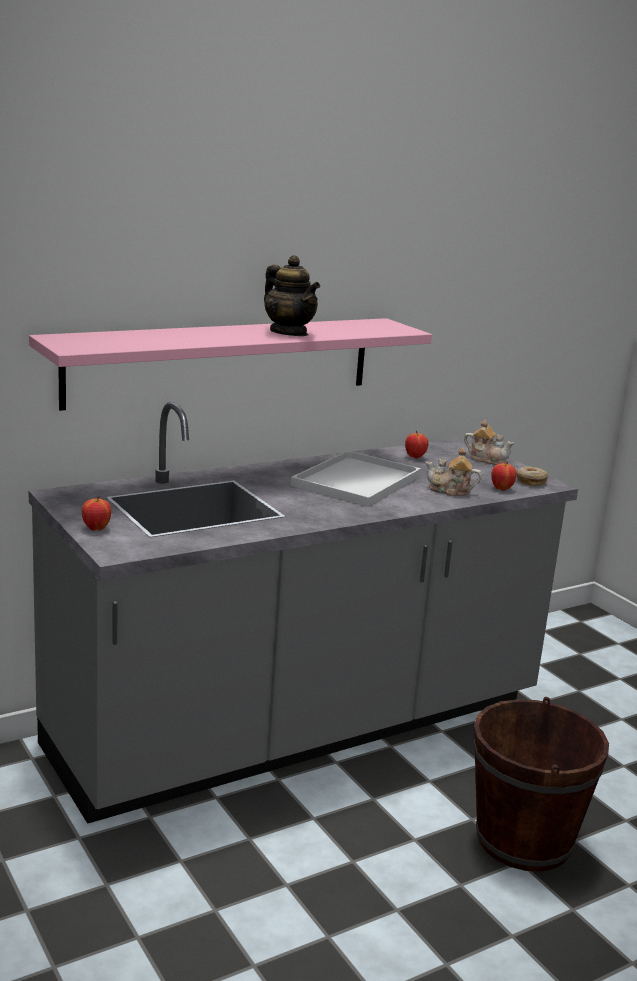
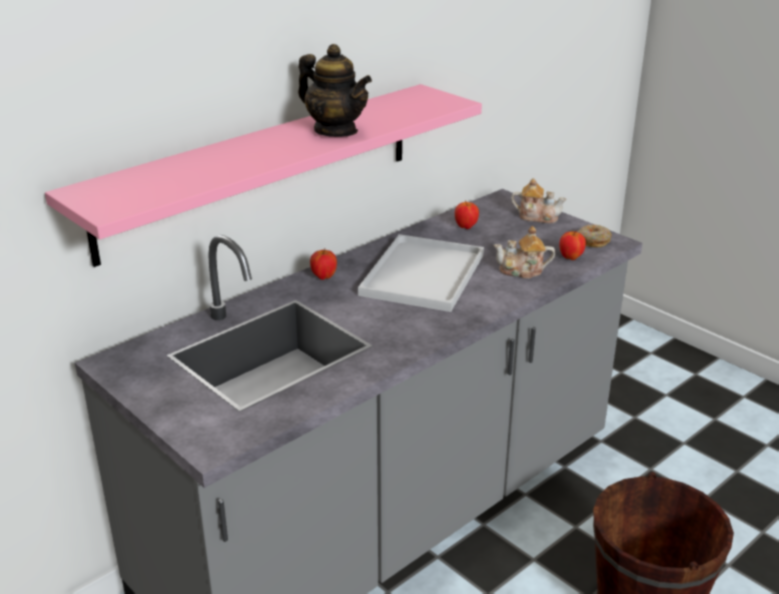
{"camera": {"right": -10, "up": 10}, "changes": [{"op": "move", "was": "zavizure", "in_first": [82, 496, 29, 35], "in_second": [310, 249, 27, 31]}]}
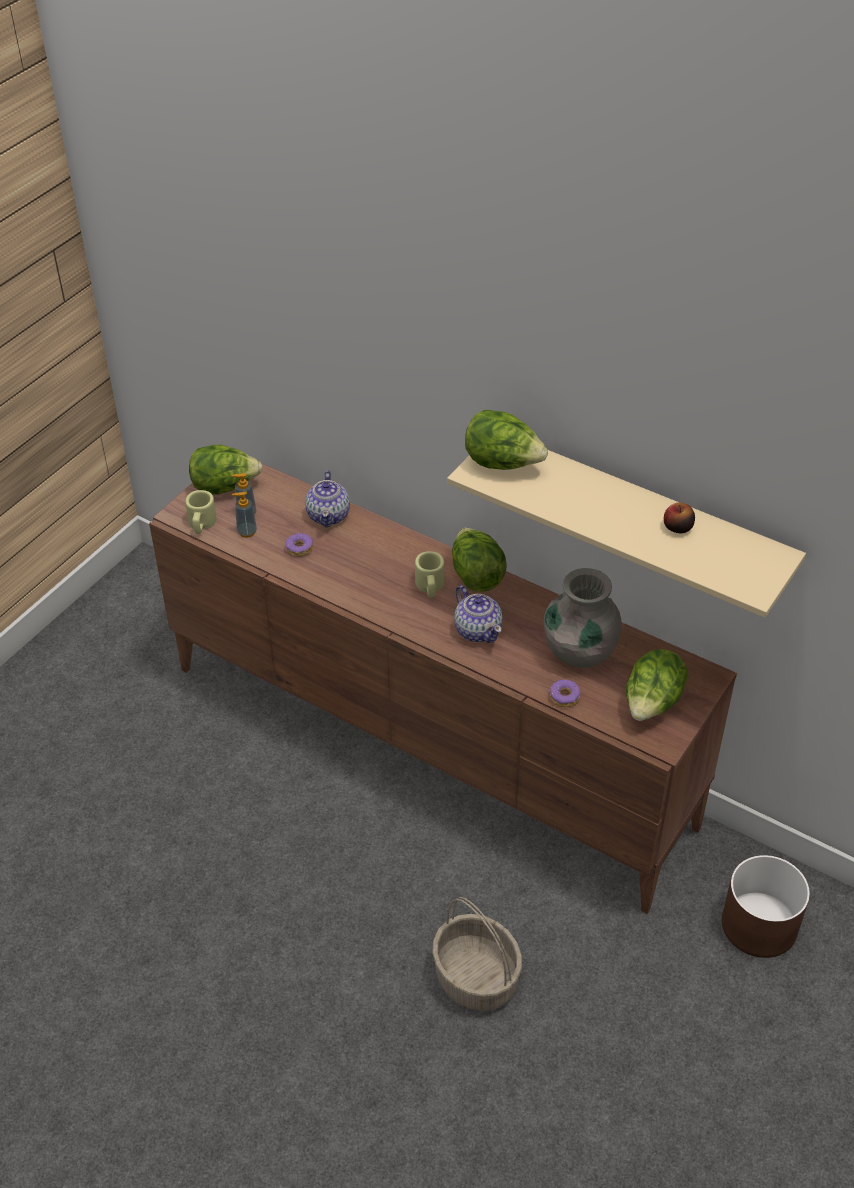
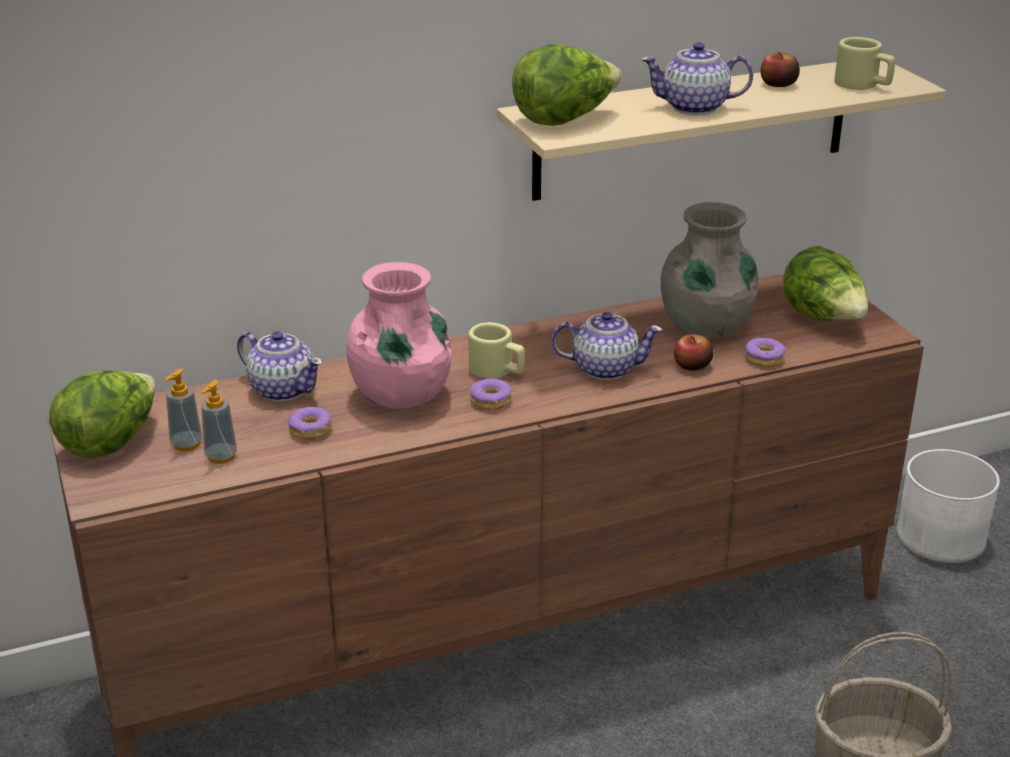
{"camera": {"right": -55, "up": -15}, "changes": [{"op": "delete", "was": "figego", "in_first": [452, 528, 55, 64]}, {"op": "insert", "now": "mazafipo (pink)", "in_second": [346, 262, 105, 147]}, {"op": "insert", "now": "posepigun", "in_second": [470, 379, 41, 31]}, {"op": "insert", "now": "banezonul", "in_second": [641, 42, 112, 73]}, {"op": "insert", "now": "zavizure", "in_second": [674, 334, 39, 37]}, {"op": "move", "was": "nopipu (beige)", "in_first": [185, 490, 32, 44], "in_second": [834, 37, 61, 53]}, {"op": "recolor", "was": "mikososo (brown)", "now": "mikososo (white)", "in_first": [722, 855, 88, 103], "in_second": [896, 449, 104, 114]}]}
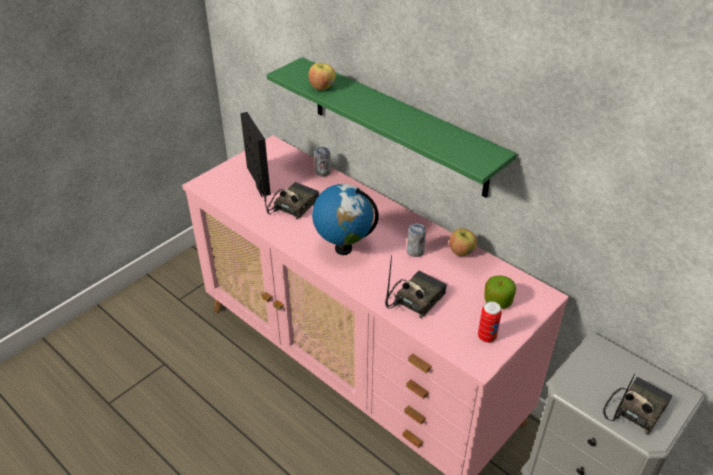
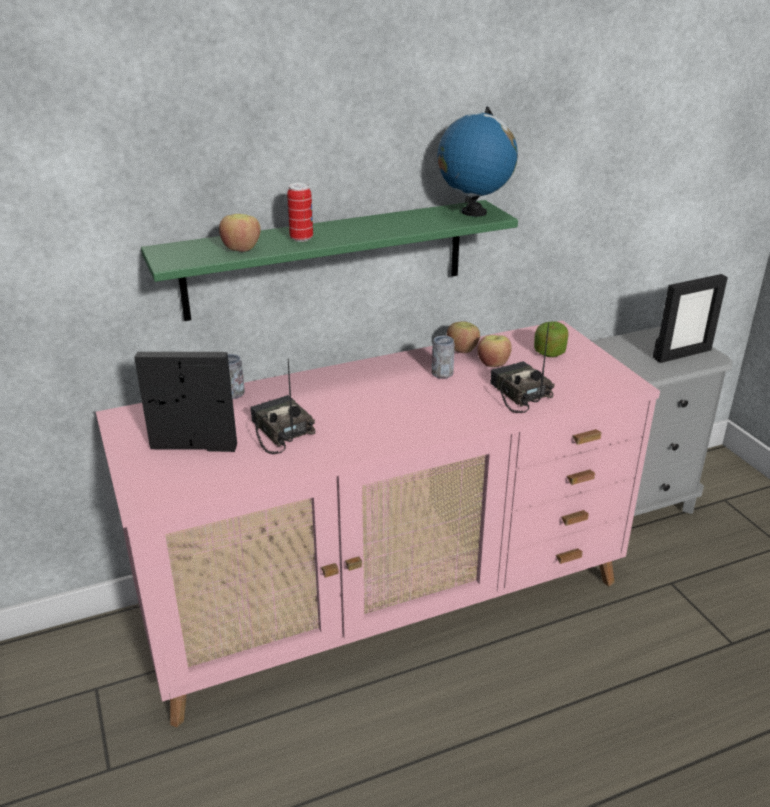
{"camera": {"right": -65, "up": -10}, "changes": [{"op": "insert", "now": "zavizure", "in_second": [477, 335, 35, 32]}, {"op": "move", "was": "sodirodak", "in_first": [312, 184, 67, 71], "in_second": [437, 107, 81, 110]}, {"op": "move", "was": "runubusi", "in_first": [478, 301, 24, 42], "in_second": [287, 183, 26, 59]}, {"op": "replace", "was": "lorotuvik", "now": "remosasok", "in_first": [603, 373, 69, 62], "in_second": [653, 274, 75, 89]}]}
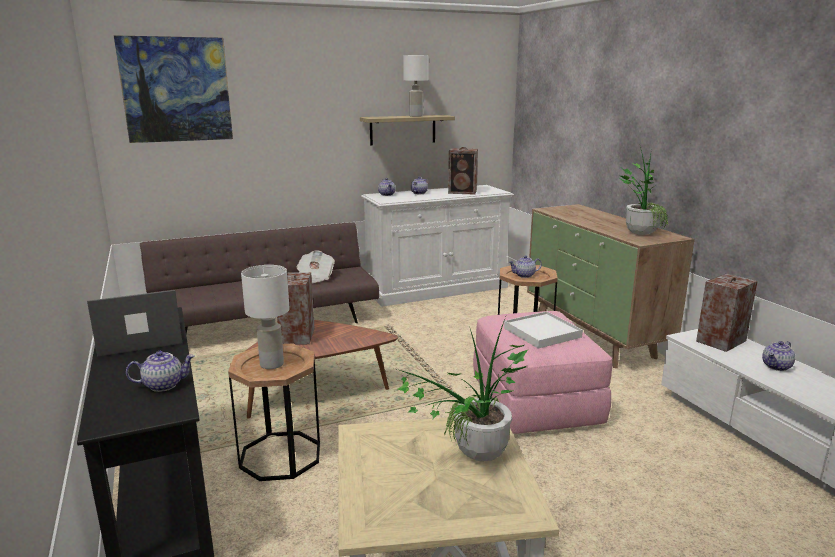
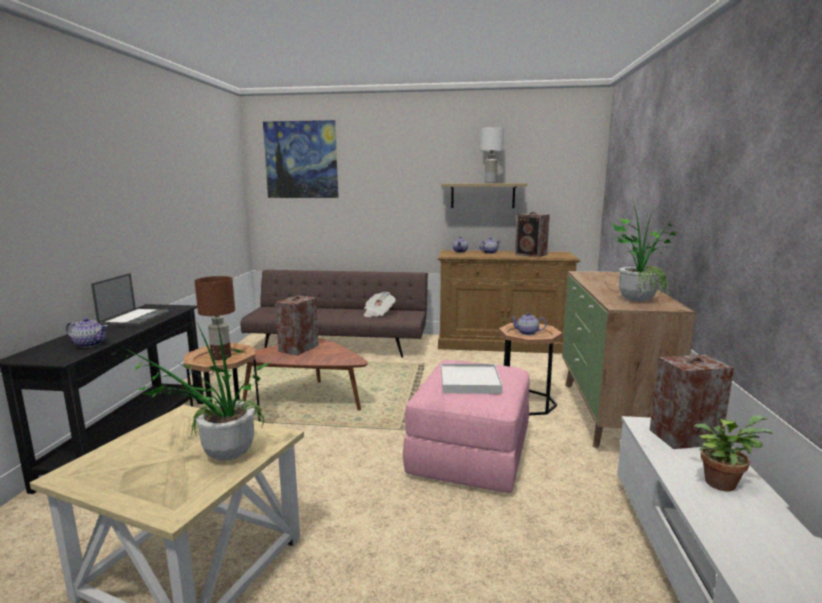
{"camera": {"right": 30, "up": -5}, "changes": [{"op": "replace", "was": "banezonul", "now": "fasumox", "in_first": [762, 341, 33, 30], "in_second": [694, 415, 79, 76]}, {"op": "recolor", "was": "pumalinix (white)", "now": "pumalinix (brown)", "in_first": [241, 265, 49, 104], "in_second": [195, 276, 40, 84]}, {"op": "recolor", "was": "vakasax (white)", "now": "vakasax (brown)", "in_first": [361, 185, 153, 122], "in_second": [438, 250, 143, 104]}, {"op": "rotate", "was": "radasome", "in_first": [87, 290, 96, 67], "in_second": [91, 273, 82, 54], "clockwise": 90}]}
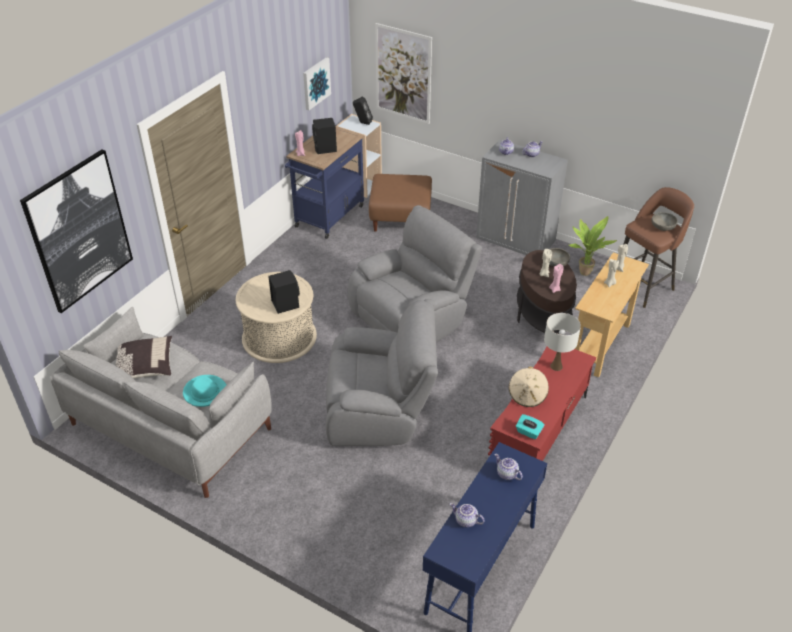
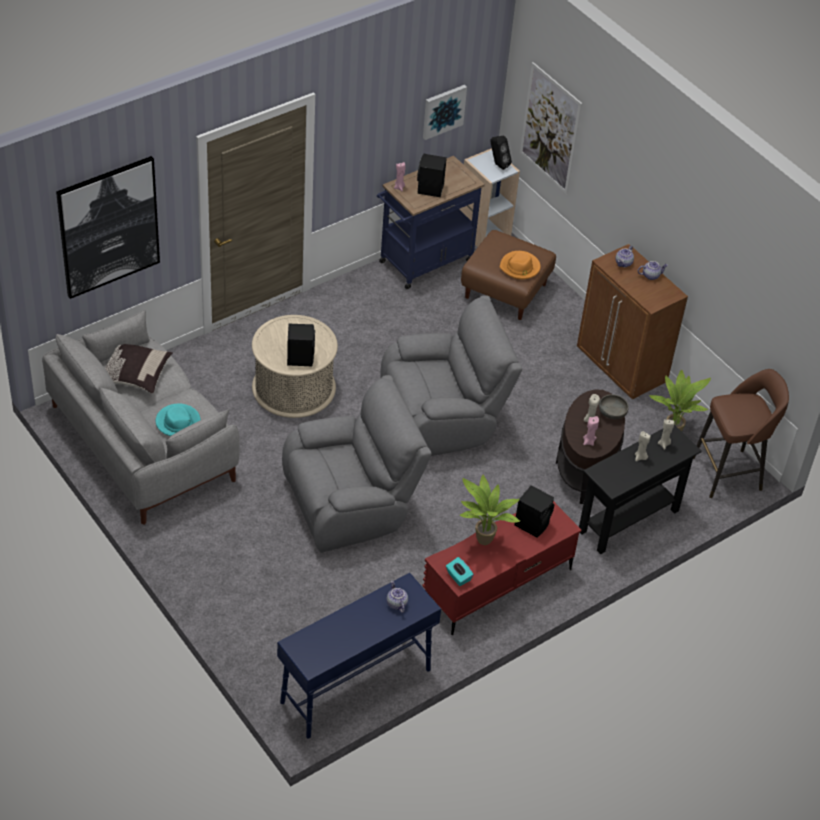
{"camera": {"right": 20, "up": 5}, "changes": [{"op": "delete", "was": "banezonul", "in_first": [450, 503, 35, 24]}, {"op": "delete", "was": "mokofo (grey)", "in_first": [651, 212, 27, 19]}, {"op": "insert", "now": "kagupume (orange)", "in_second": [500, 251, 41, 28]}, {"op": "replace", "was": "kagupume (beige)", "now": "fasumox", "in_first": [509, 366, 40, 41], "in_second": [460, 475, 60, 70]}, {"op": "replace", "was": "pumalinix (white)", "now": "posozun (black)", "in_first": [544, 313, 37, 58], "in_second": [514, 485, 40, 53]}, {"op": "recolor", "was": "vakasax (grey)", "now": "vakasax (brown)", "in_first": [476, 140, 92, 115], "in_second": [577, 244, 111, 155]}, {"op": "recolor", "was": "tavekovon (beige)", "now": "tavekovon (black)", "in_first": [575, 252, 74, 125], "in_second": [579, 425, 123, 129]}, {"op": "rotate", "was": "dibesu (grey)", "in_first": [326, 299, 112, 147], "in_second": [282, 375, 150, 178], "clockwise": -45}]}
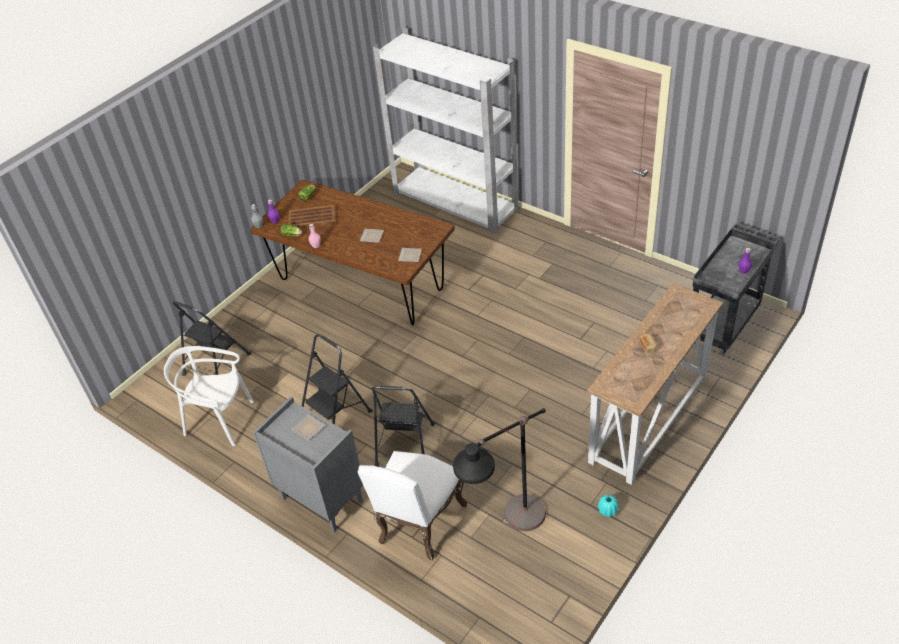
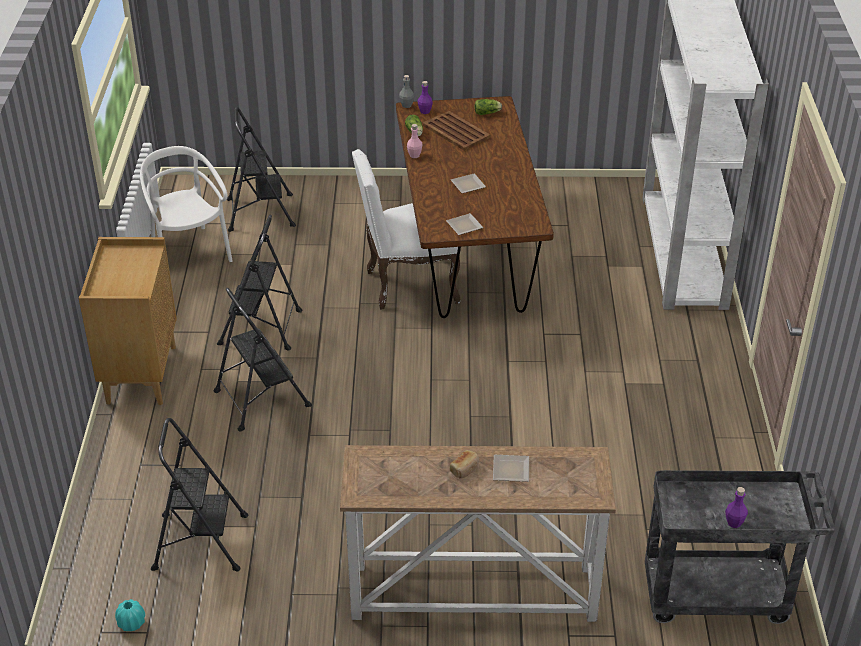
{"camera": {"right": 50, "up": -5}, "changes": [{"op": "move", "was": "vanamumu", "in_first": [291, 414, 34, 27], "in_second": [493, 455, 36, 27]}, {"op": "move", "was": "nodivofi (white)", "in_first": [357, 451, 110, 109], "in_second": [352, 149, 108, 161]}, {"op": "move", "was": "mazafipo (turquoise)", "in_first": [598, 495, 20, 22], "in_second": [115, 599, 30, 32]}, {"op": "replace", "was": "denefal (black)", "now": "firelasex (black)", "in_first": [453, 408, 93, 123], "in_second": [151, 418, 97, 153]}, {"op": "recolor", "was": "vakasax (grey)", "now": "vakasax (brown)", "in_first": [253, 396, 110, 137], "in_second": [79, 237, 98, 168]}]}
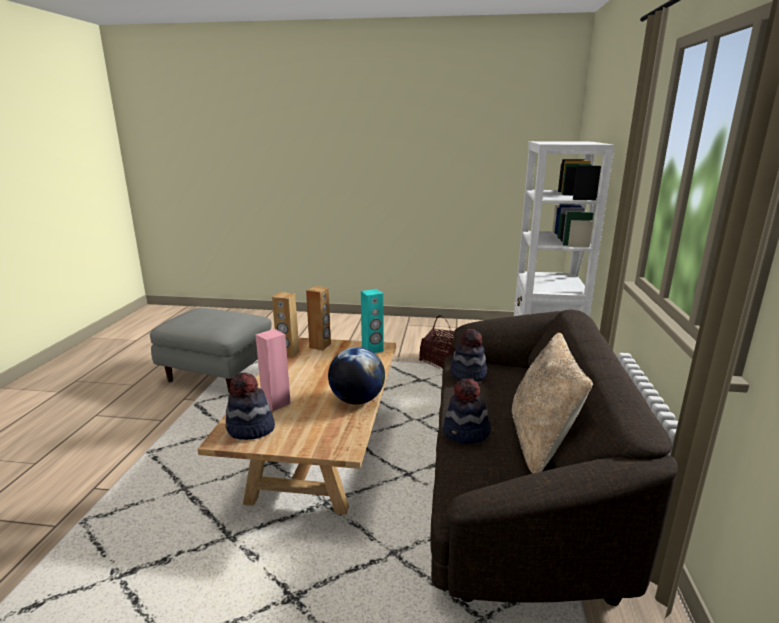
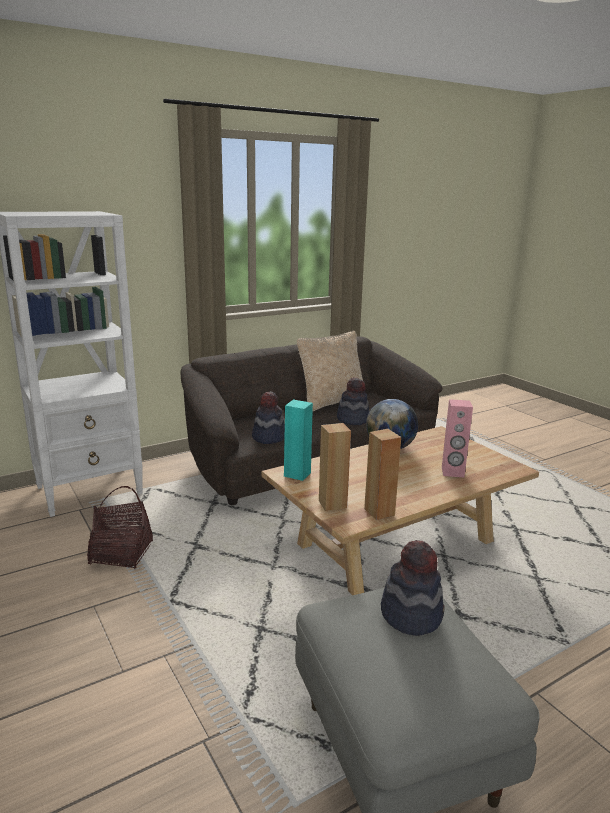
{"camera": {"right": -130, "up": 0}, "changes": [{"op": "move", "was": "kagupume", "in_first": [226, 373, 49, 67], "in_second": [381, 540, 63, 96]}]}
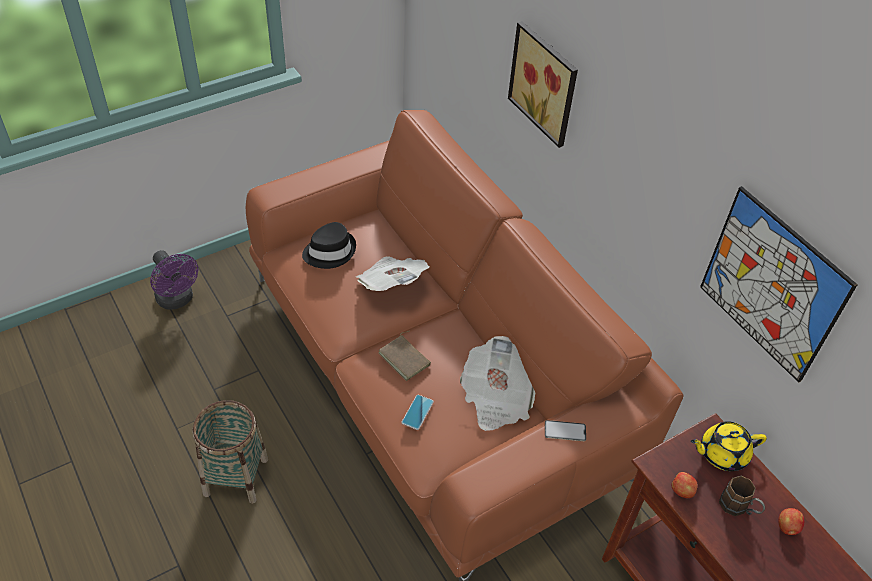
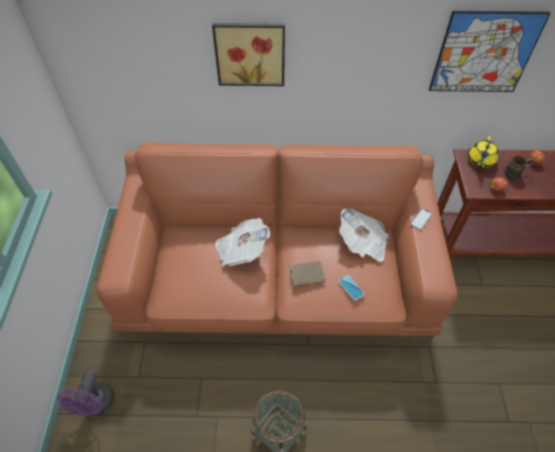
{"camera": {"right": -55, "up": 5}, "changes": [{"op": "delete", "was": "kagupume (black)", "in_first": [302, 222, 54, 47]}, {"op": "rotate", "was": "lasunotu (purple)", "in_first": [150, 250, 48, 60], "in_second": [57, 371, 57, 45], "clockwise": 105}]}
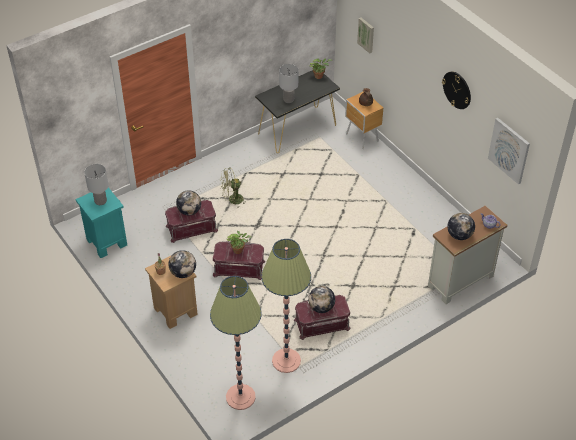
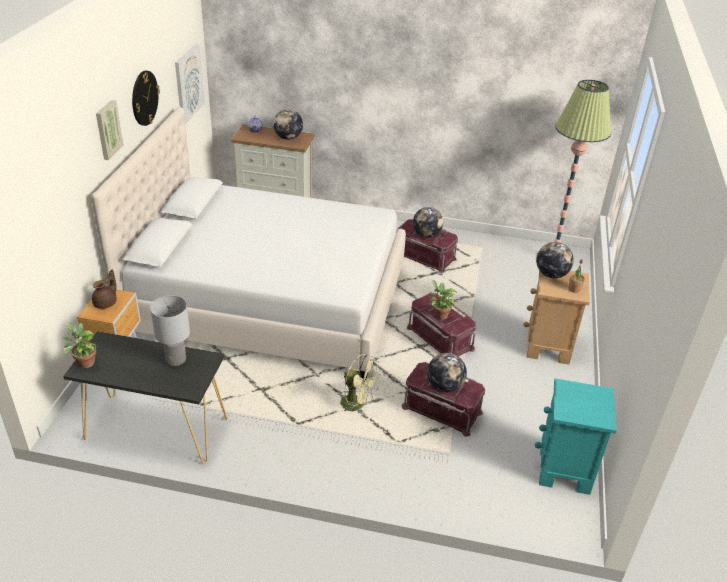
{"camera": {"right": -135, "up": -10}, "changes": [{"op": "delete", "was": "pumalinix (grey)", "in_first": [84, 164, 24, 41]}, {"op": "delete", "was": "denefal", "in_first": [261, 239, 50, 134]}, {"op": "insert", "now": "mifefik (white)", "in_second": [91, 107, 315, 273]}, {"op": "move", "was": "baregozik", "in_first": [357, 18, 17, 35], "in_second": [96, 100, 28, 60]}]}
